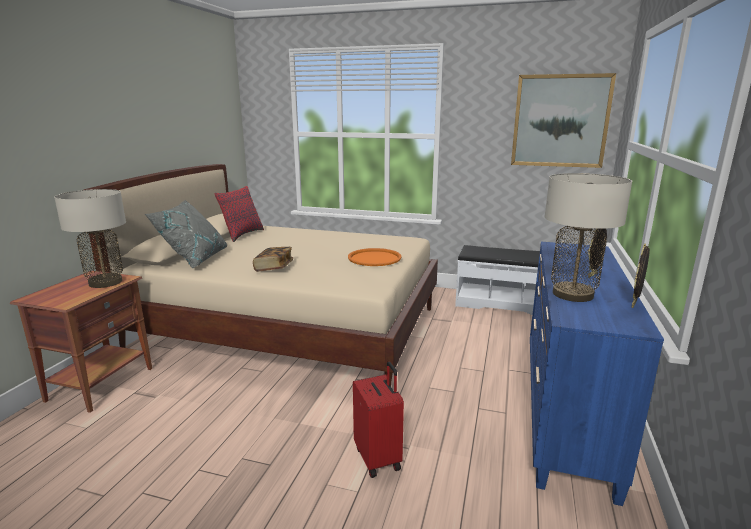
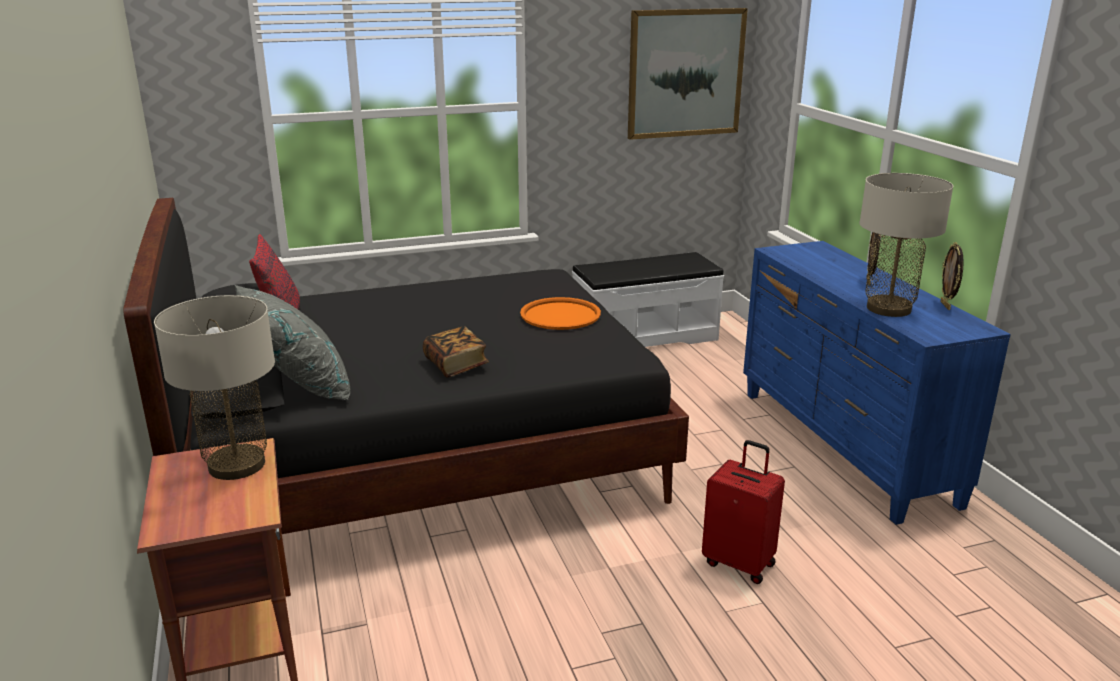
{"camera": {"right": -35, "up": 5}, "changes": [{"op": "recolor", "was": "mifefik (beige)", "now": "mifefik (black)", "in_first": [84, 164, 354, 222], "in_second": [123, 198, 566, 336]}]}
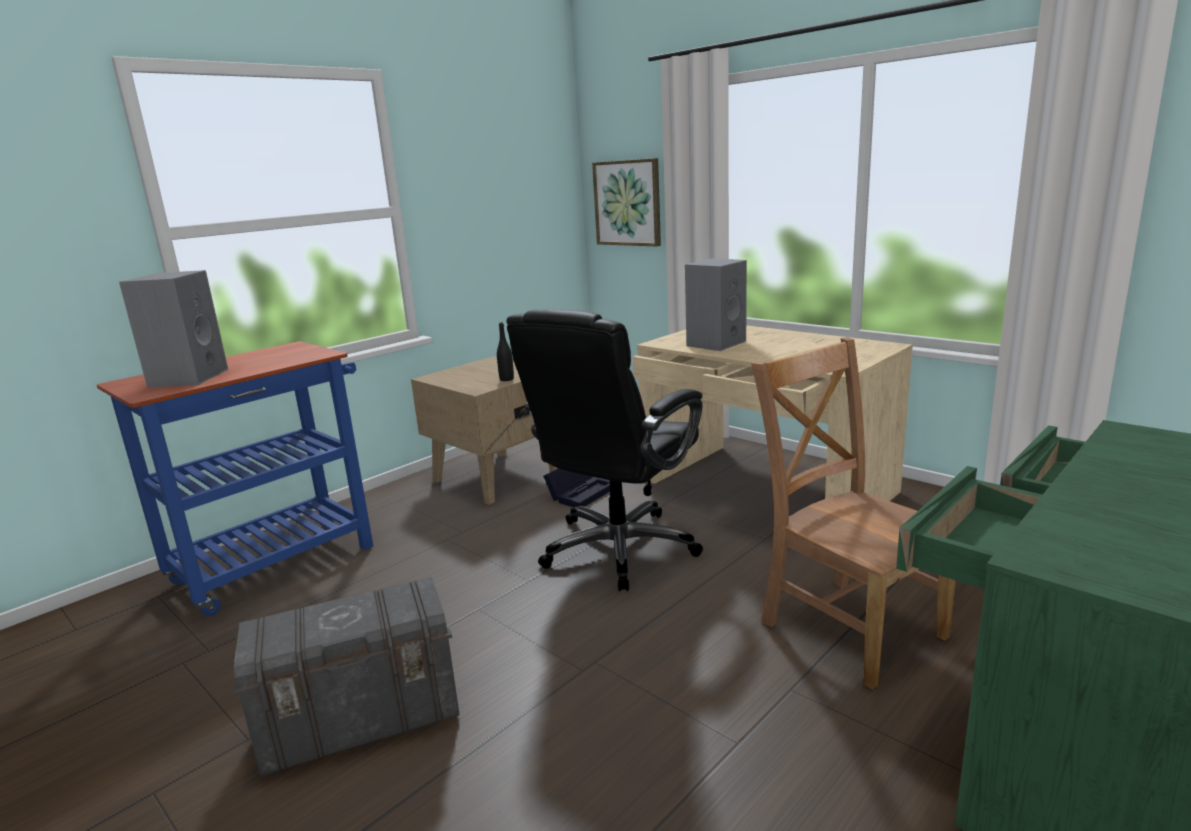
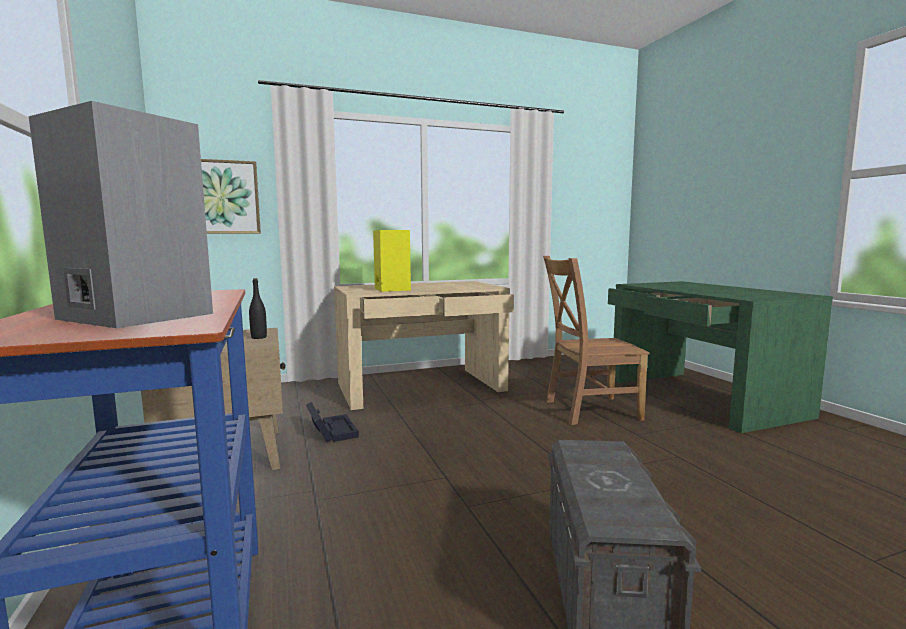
{"camera": {"right": -65, "up": -10}, "changes": [{"op": "delete", "was": "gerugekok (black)", "in_first": [506, 309, 197, 282]}, {"op": "recolor", "was": "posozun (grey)", "now": "posozun (yellow)", "in_first": [685, 258, 62, 93], "in_second": [373, 230, 38, 62]}]}
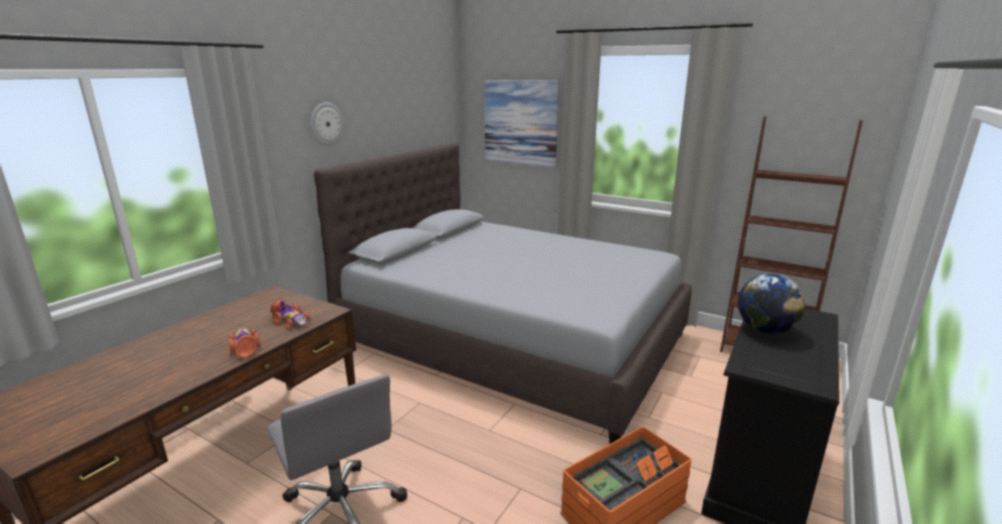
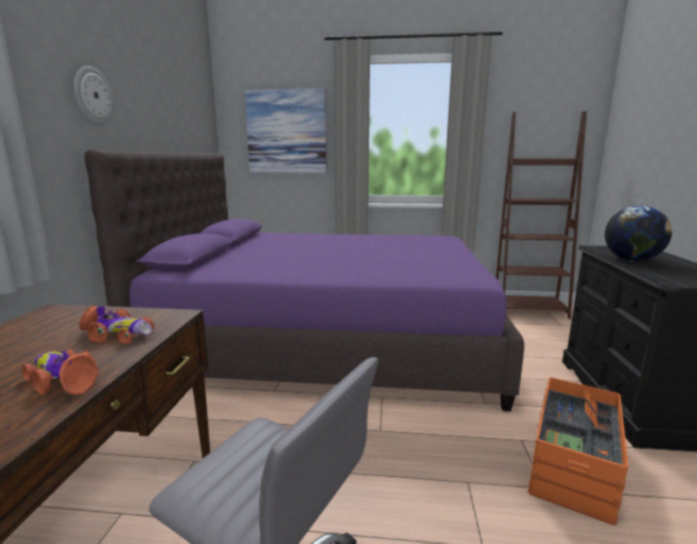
{"camera": {"right": -25, "up": -5}, "changes": [{"op": "recolor", "was": "mifefik (grey)", "now": "mifefik (purple)", "in_first": [314, 143, 378, 301], "in_second": [84, 149, 440, 263]}]}
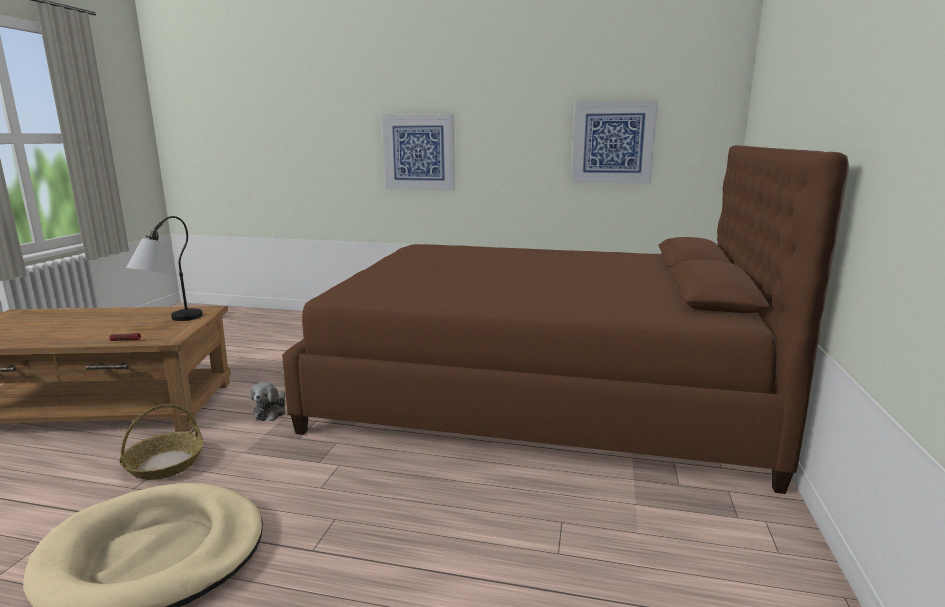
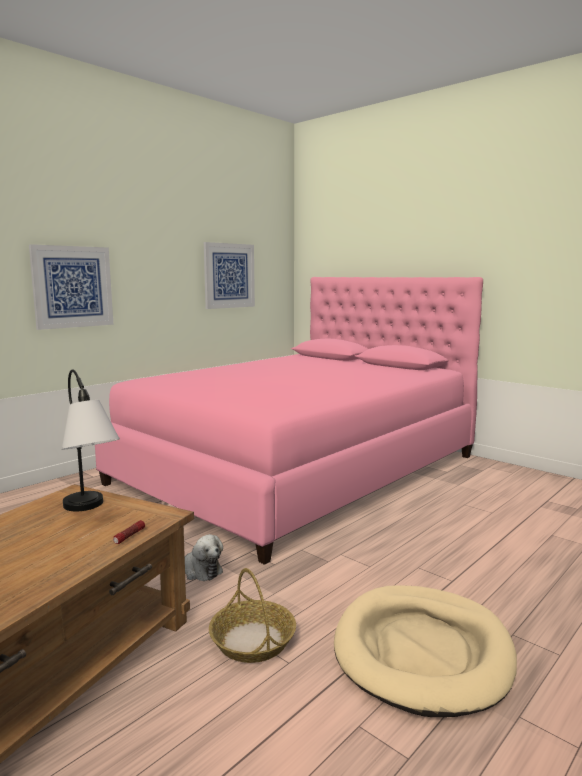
{"camera": {"right": -60, "up": -5}, "changes": [{"op": "recolor", "was": "mifefik (brown)", "now": "mifefik (pink)", "in_first": [282, 145, 567, 349], "in_second": [95, 277, 388, 288]}]}
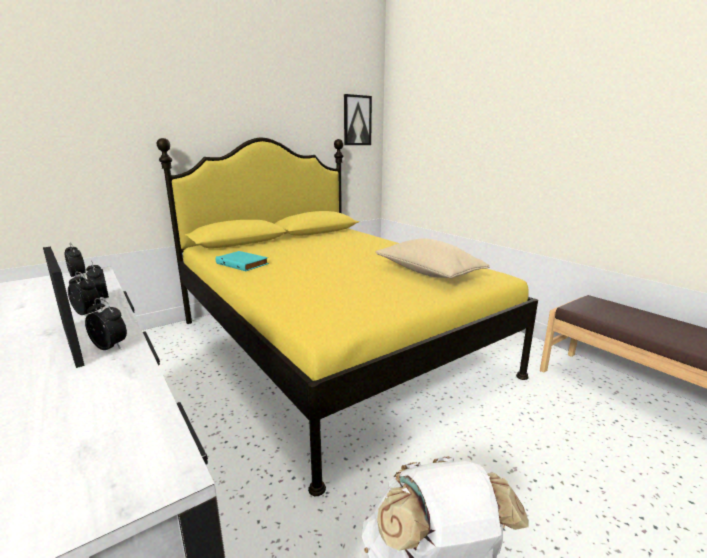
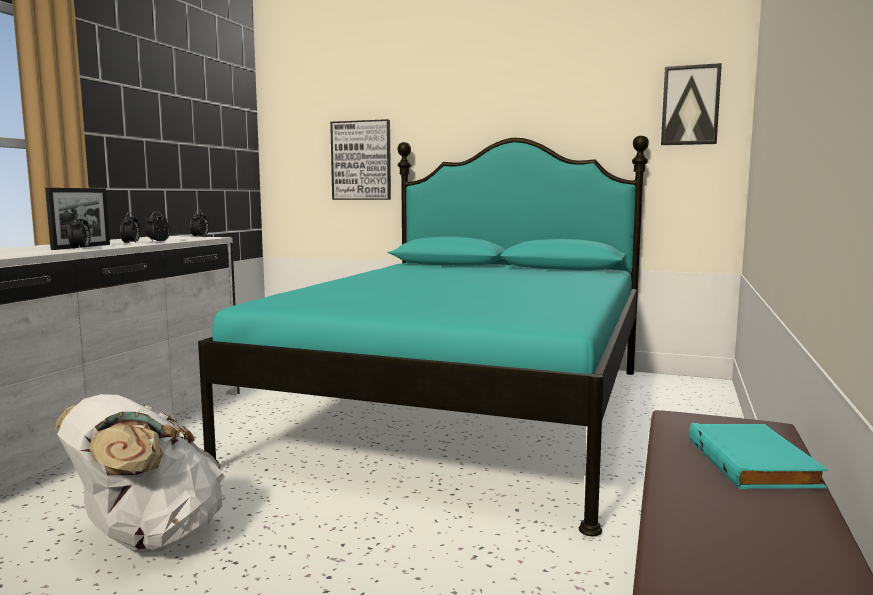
{"camera": {"right": 55, "up": -10}, "changes": [{"op": "delete", "was": "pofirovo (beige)", "in_first": [376, 238, 113, 40]}, {"op": "insert", "now": "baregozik", "in_second": [330, 119, 61, 81]}, {"op": "move", "was": "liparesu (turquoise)", "in_first": [216, 251, 53, 20], "in_second": [689, 423, 139, 66]}, {"op": "recolor", "was": "mifefik (yellow)", "now": "mifefik (turquoise)", "in_first": [156, 138, 382, 358], "in_second": [198, 135, 451, 401]}]}
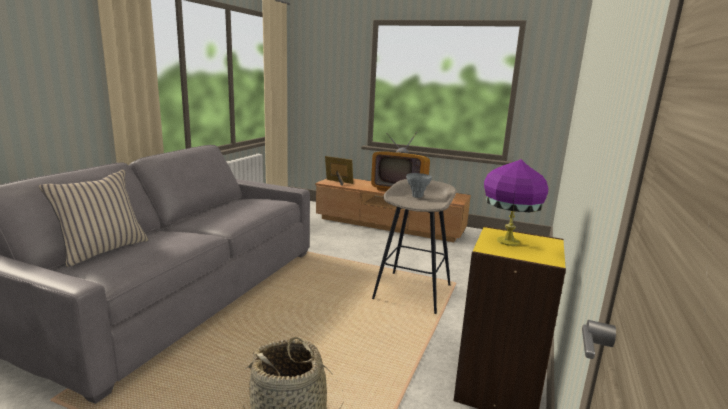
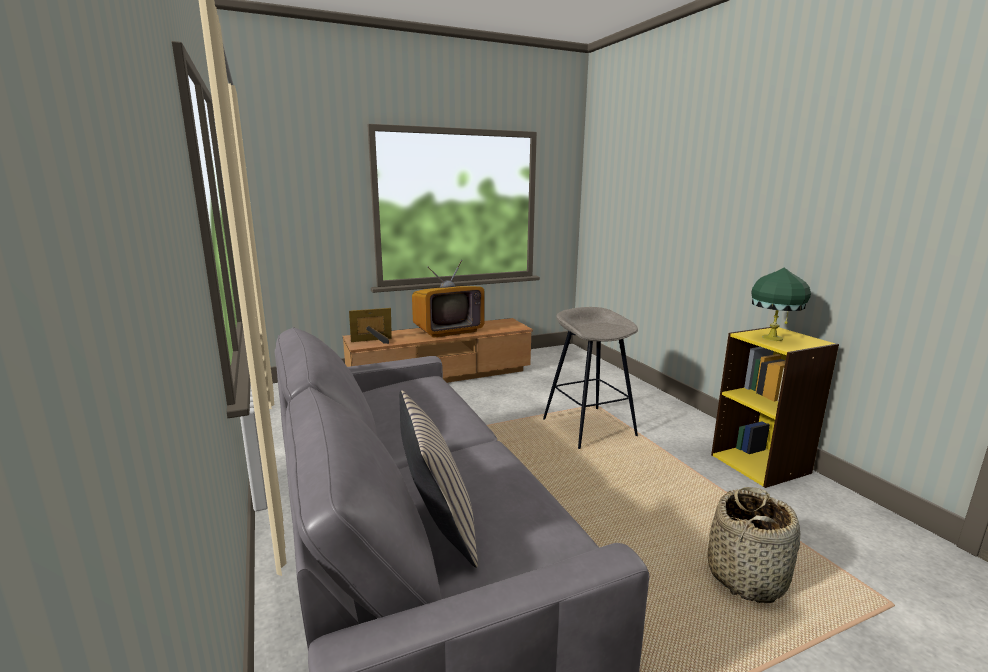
{"camera": {"right": -45, "up": 0}, "changes": [{"op": "delete", "was": "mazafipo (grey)", "in_first": [406, 173, 26, 25]}, {"op": "recolor", "was": "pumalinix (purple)", "now": "pumalinix (green)", "in_first": [484, 159, 64, 87], "in_second": [751, 268, 60, 73]}]}
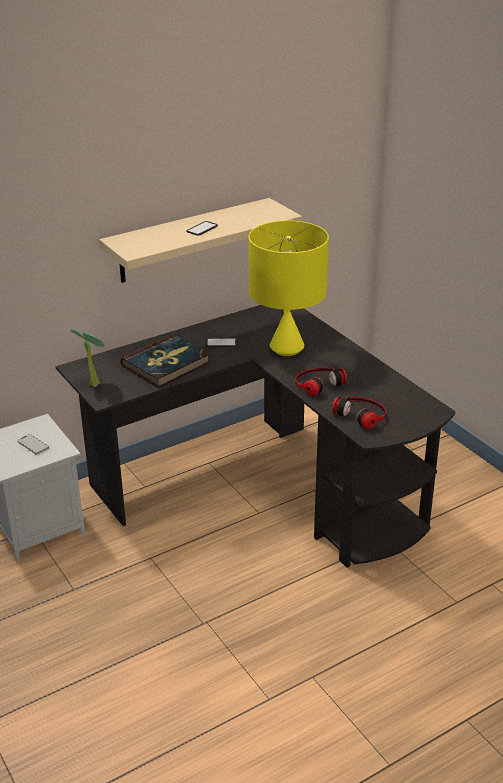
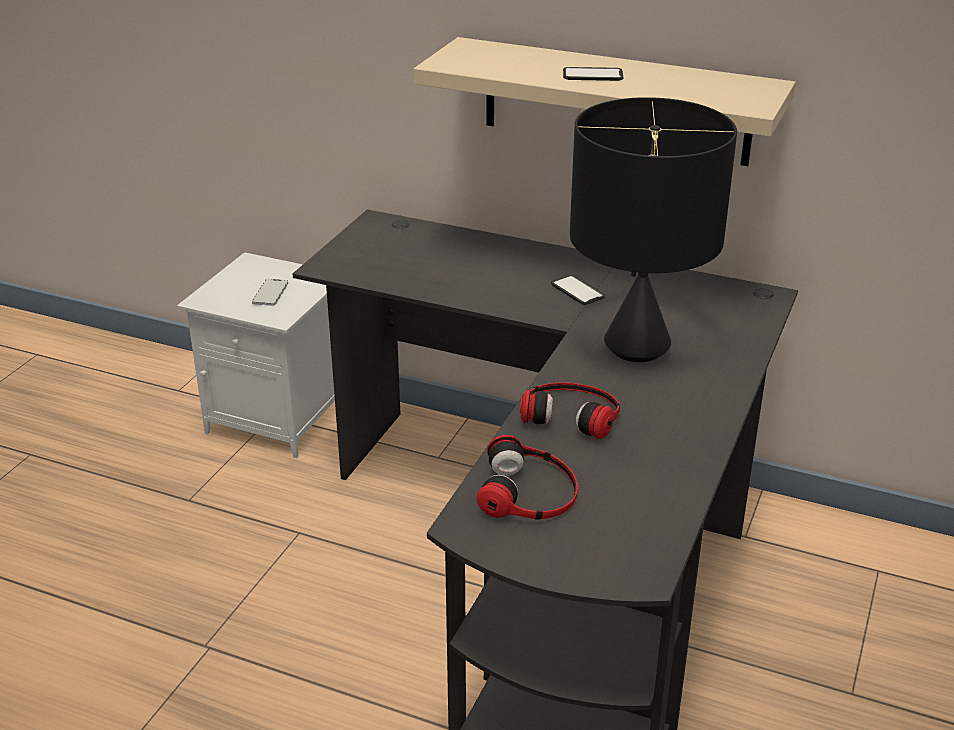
{"camera": {"right": 55, "up": 0}, "changes": [{"op": "delete", "was": "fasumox", "in_first": [71, 329, 34, 58]}, {"op": "delete", "was": "liparesu", "in_first": [121, 334, 90, 54]}, {"op": "recolor", "was": "pumalinix (yellow)", "now": "pumalinix (black)", "in_first": [248, 221, 81, 135], "in_second": [570, 97, 167, 265]}]}
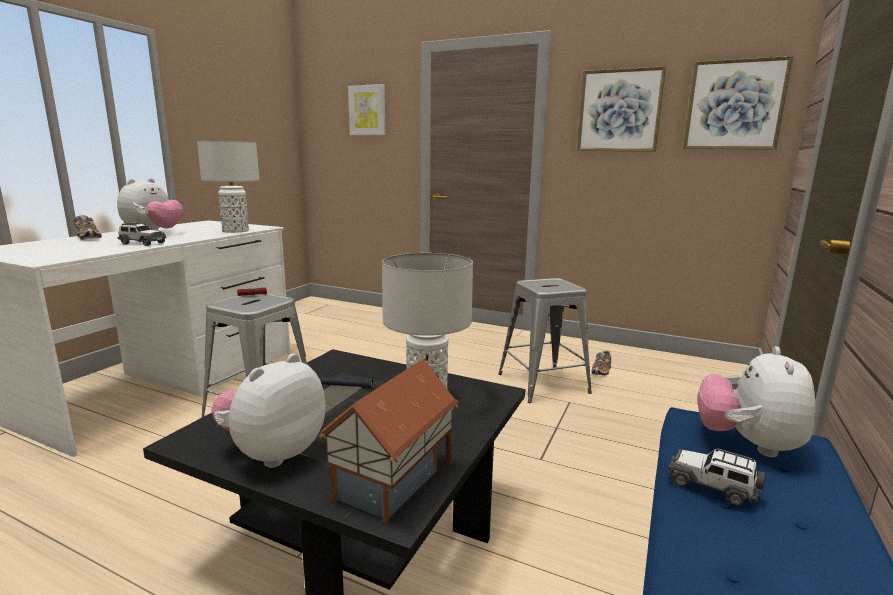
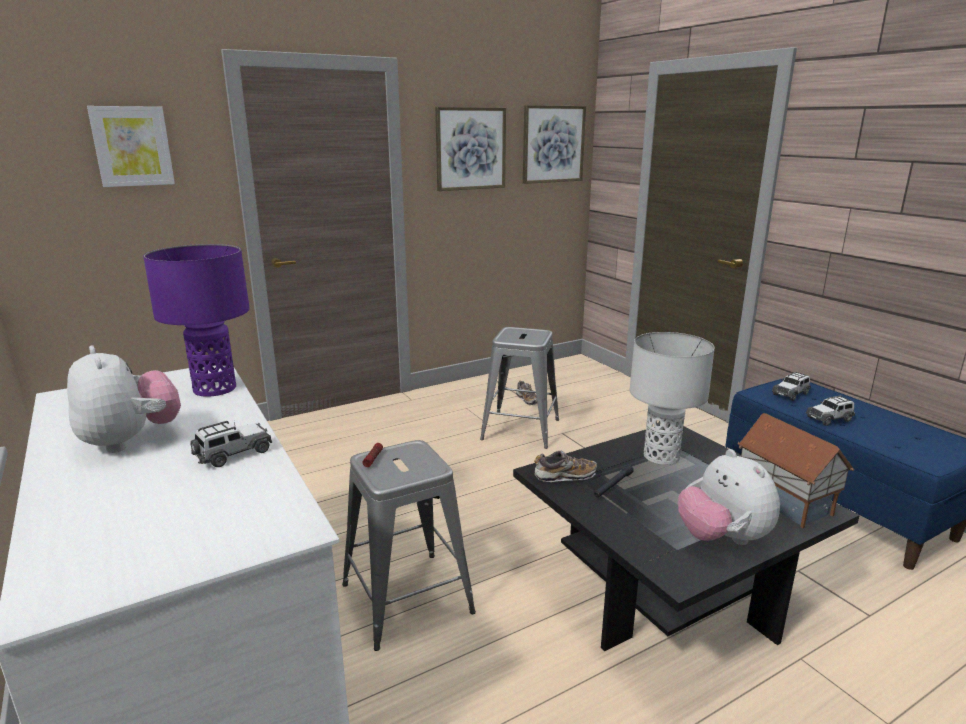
{"camera": {"right": -55, "up": 5}, "changes": [{"op": "move", "was": "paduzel", "in_first": [74, 215, 28, 25], "in_second": [534, 450, 63, 32]}, {"op": "replace", "was": "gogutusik", "now": "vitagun", "in_first": [697, 346, 118, 111], "in_second": [772, 372, 39, 29]}, {"op": "recolor", "was": "pumalinix (white)", "now": "pumalinix (purple)", "in_first": [197, 141, 63, 92], "in_second": [143, 244, 107, 153]}]}
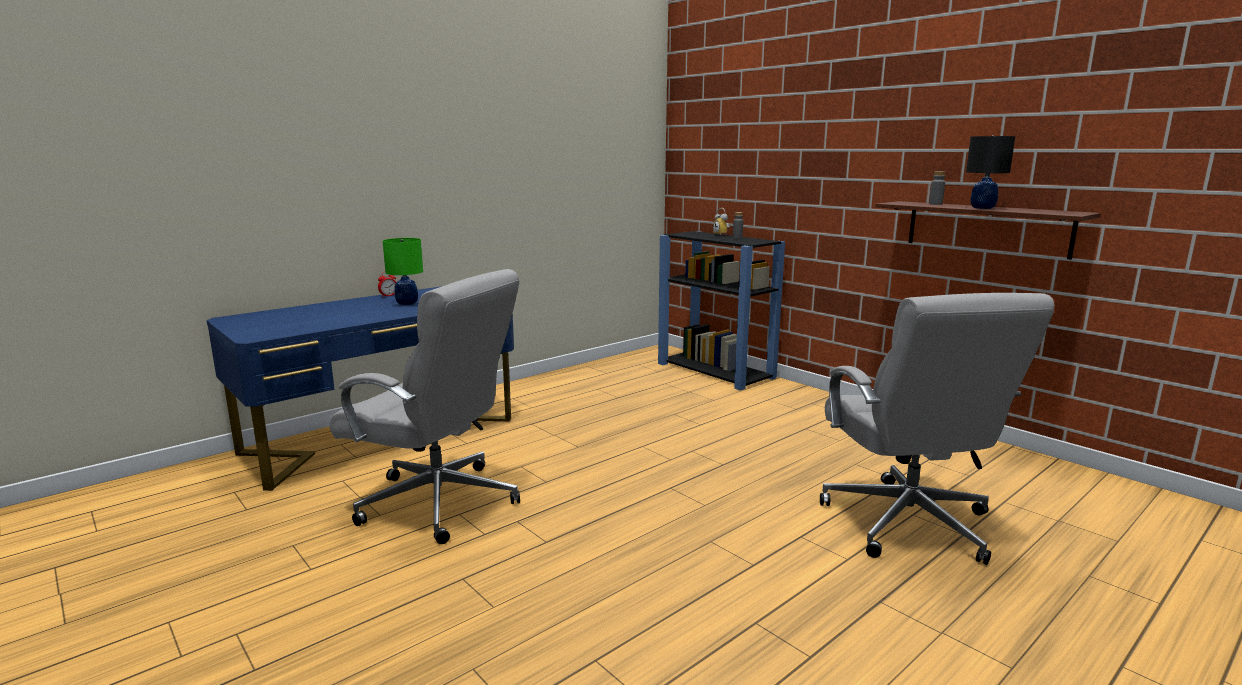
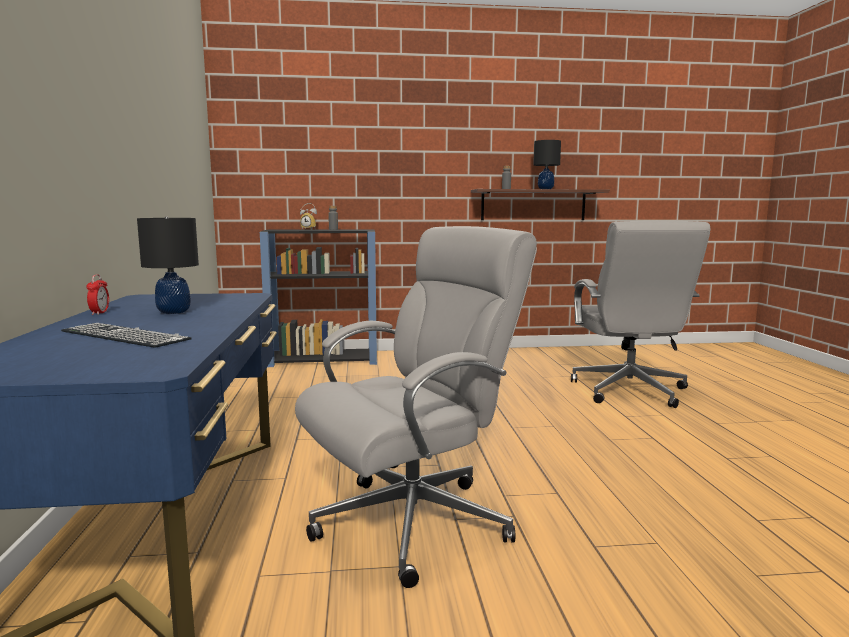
{"camera": {"right": -55, "up": -5}, "changes": [{"op": "insert", "now": "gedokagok", "in_second": [61, 323, 131, 25]}, {"op": "recolor", "was": "pumalinix (green)", "now": "pumalinix (black)", "in_first": [383, 238, 40, 67], "in_second": [137, 217, 62, 97]}, {"op": "rotate", "was": "gerugekok (grey)", "in_first": [820, 293, 234, 272], "in_second": [571, 220, 140, 188], "clockwise": 60}]}
